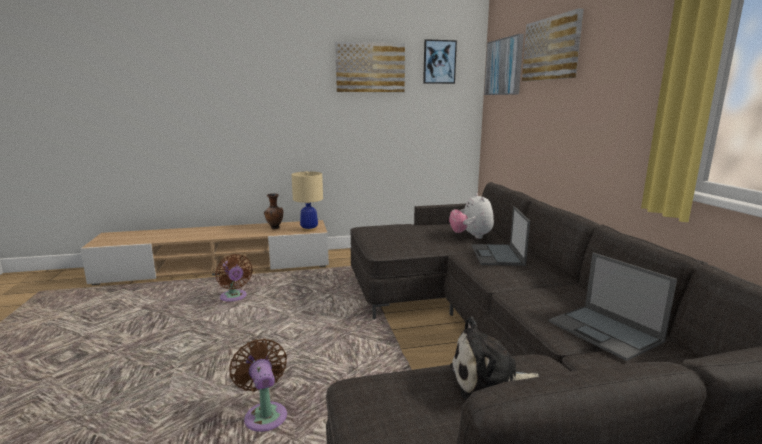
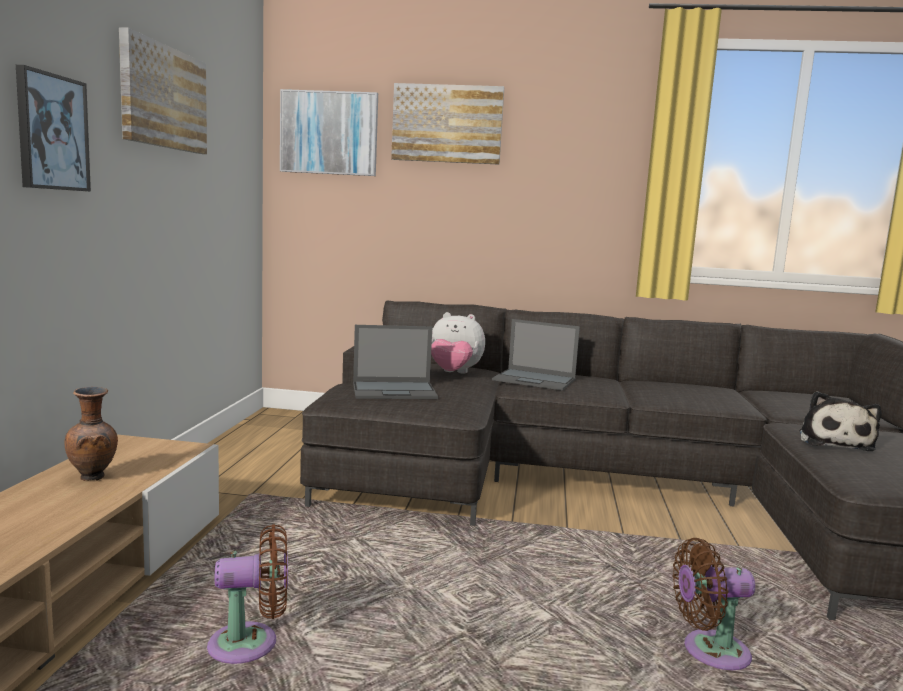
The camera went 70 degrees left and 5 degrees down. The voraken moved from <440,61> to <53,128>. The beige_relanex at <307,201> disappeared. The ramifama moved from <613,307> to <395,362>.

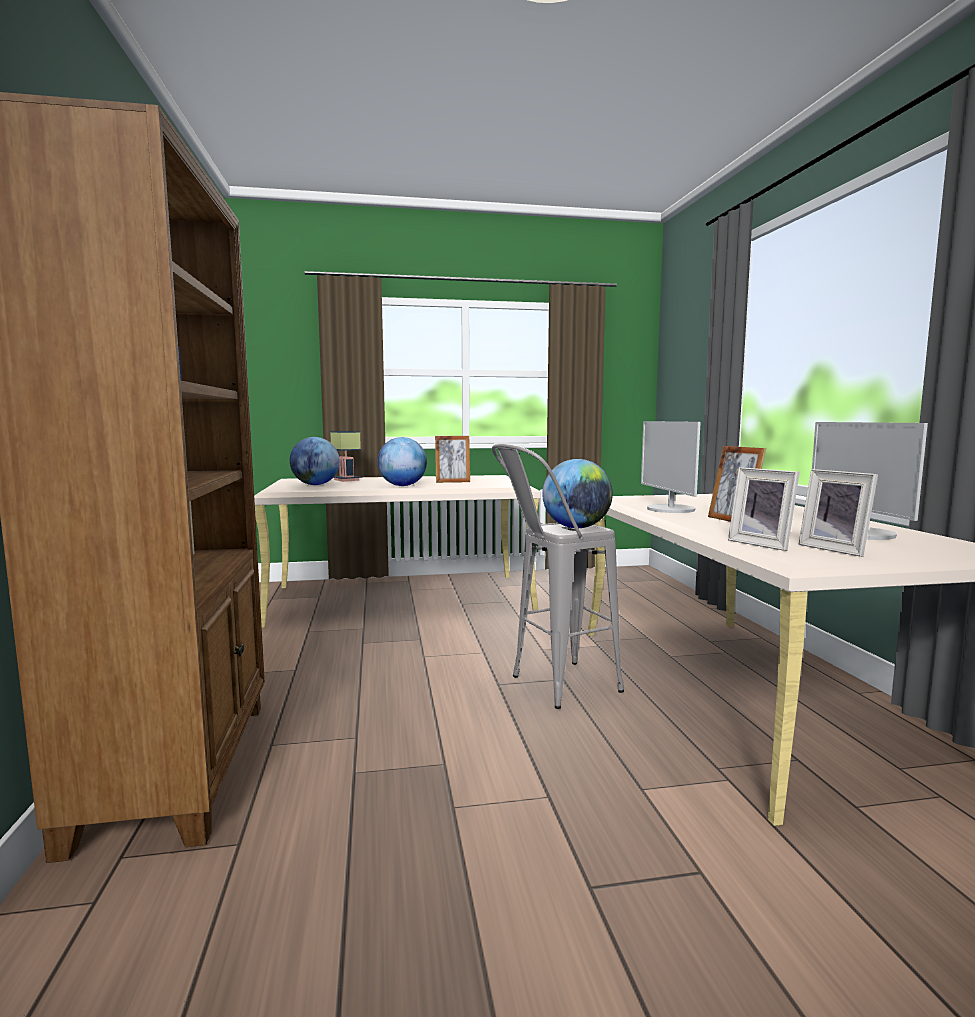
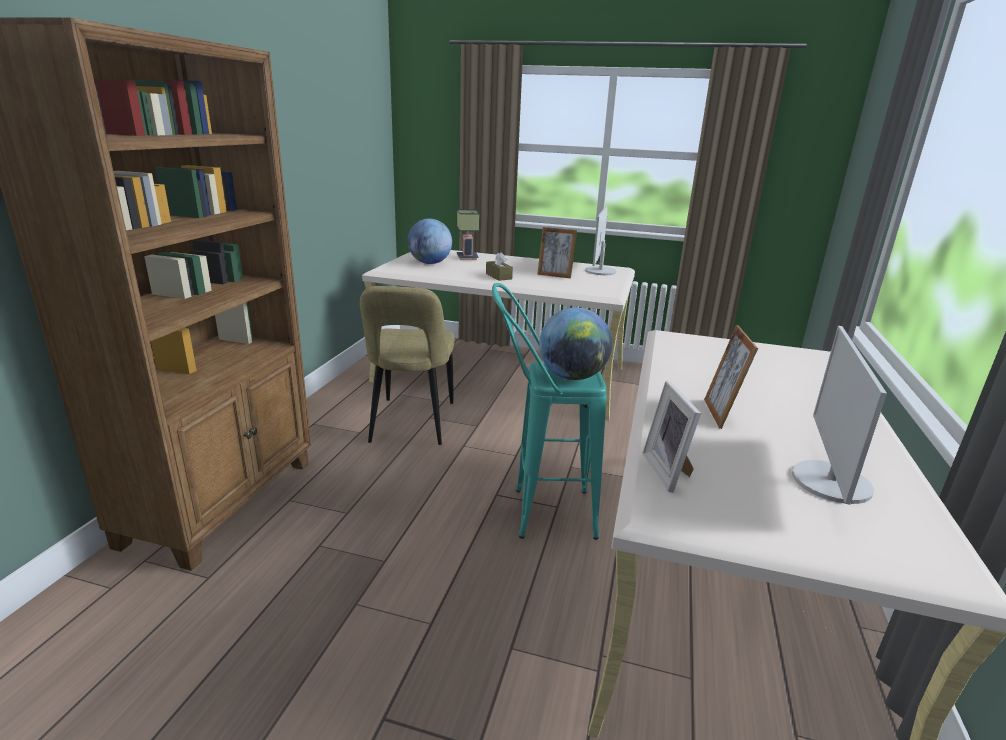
The camera went 25 degrees right and 15 degrees up. The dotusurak moved from <671,467> to <601,240>. The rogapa at <402,461> was replaced by the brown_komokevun at <499,266>. The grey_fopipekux at <558,576> became the turquoise_fopipekux at <549,411>. The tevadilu at <838,513> disappeared. The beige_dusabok at <407,365> appeared.

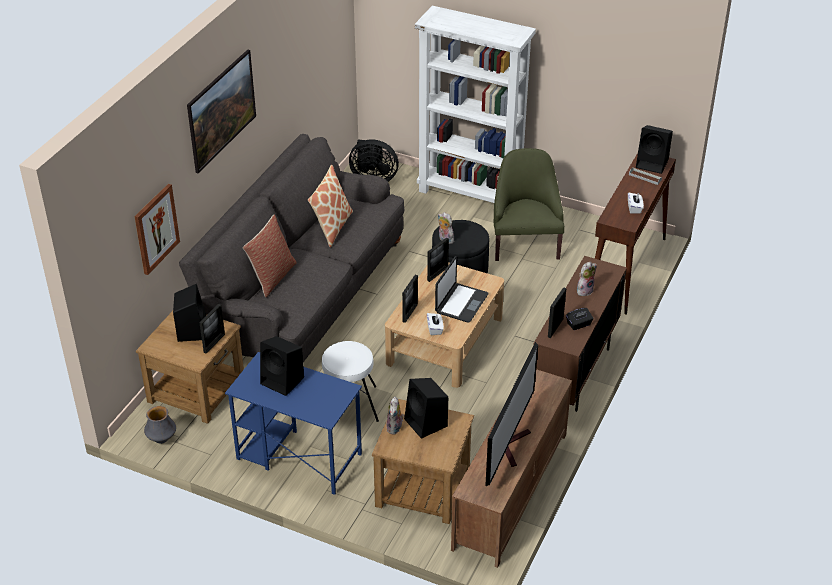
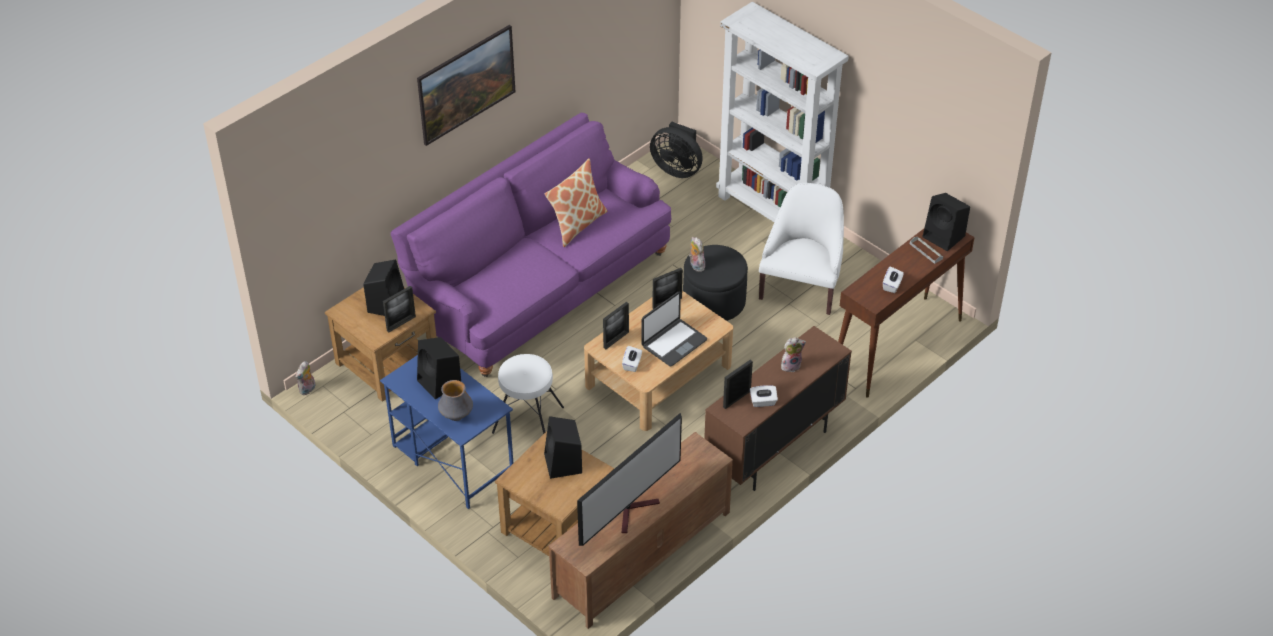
The camera went 20 degrees right and 5 degrees up. The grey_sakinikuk at <291,248> became the purple_sakinikuk at <531,245>. The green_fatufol at <529,204> became the white_fatufol at <801,249>. The voraken at <157,229> disappeared. The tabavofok at <270,255> disappeared. The black_komokevun at <579,319> became the white_komokevun at <764,396>. The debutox moved from <395,416> to <305,378>. The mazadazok moved from <160,425> to <455,400>.

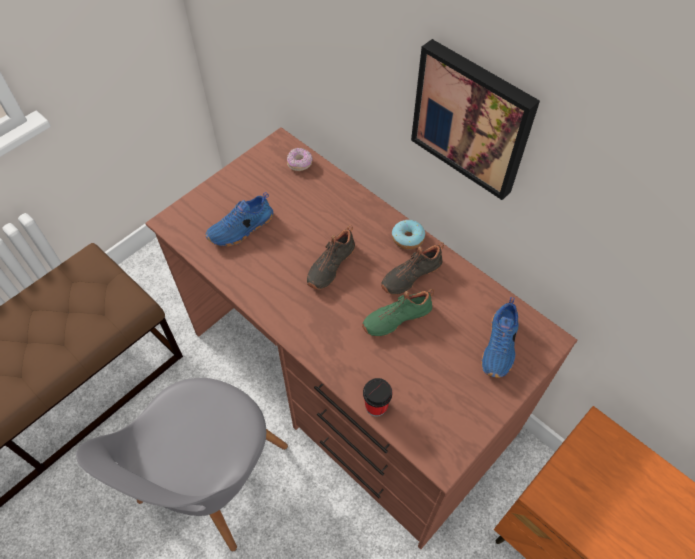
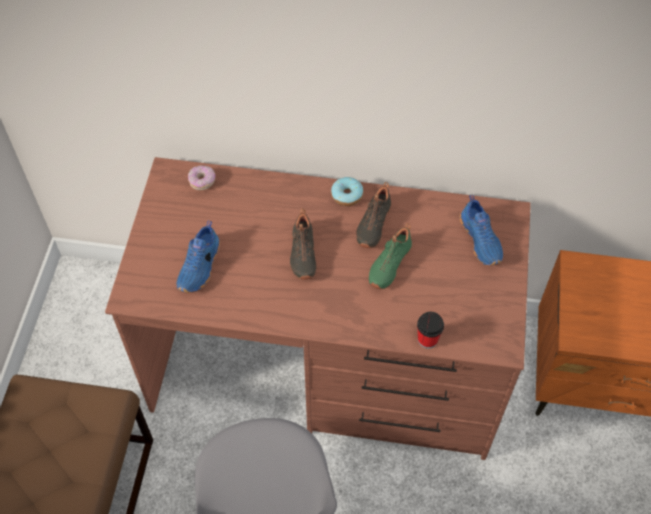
The camera went 35 degrees left and 0 degrees up. The voraken at <475,119> disappeared.

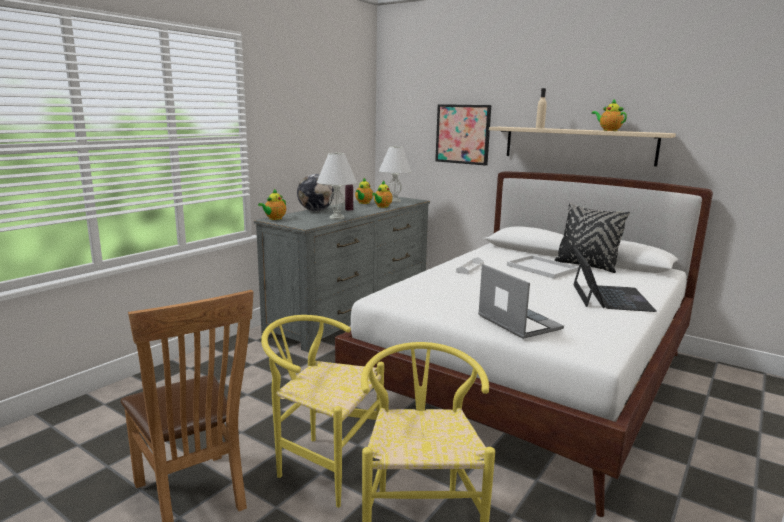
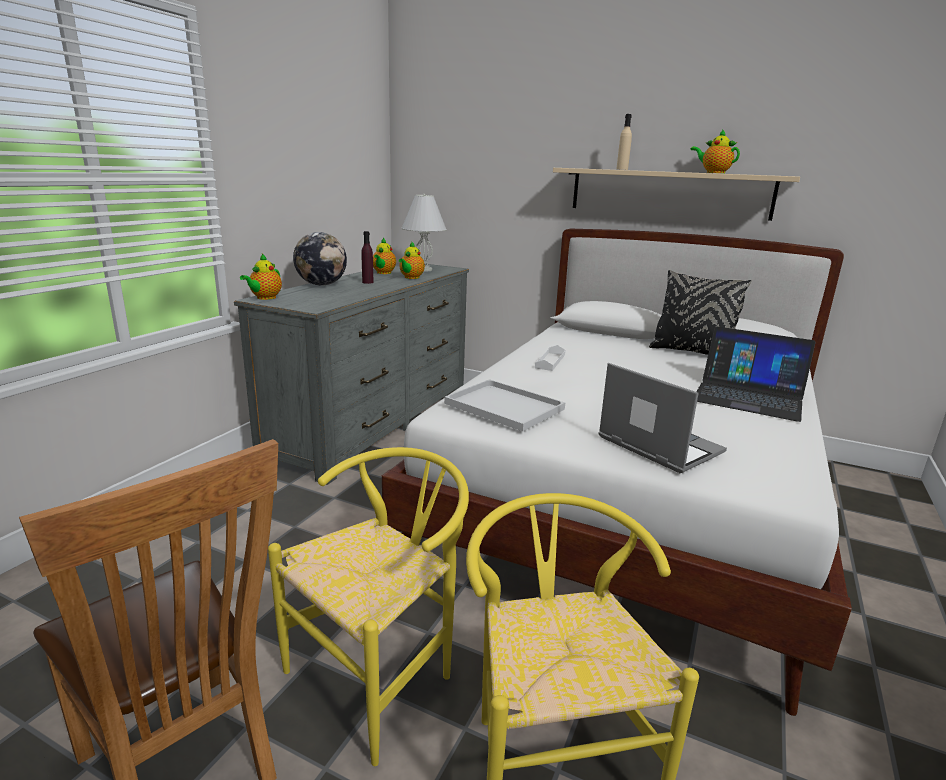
The camera went 10 degrees left and 5 degrees up. The voraken at <463,135> disappeared. The white_relanex at <337,186> disappeared. The ramifama at <615,279> turned 120 degrees clockwise. The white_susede moved from <543,267> to <504,405>. The yellow_dusabok at <322,411> turned 120 degrees clockwise.

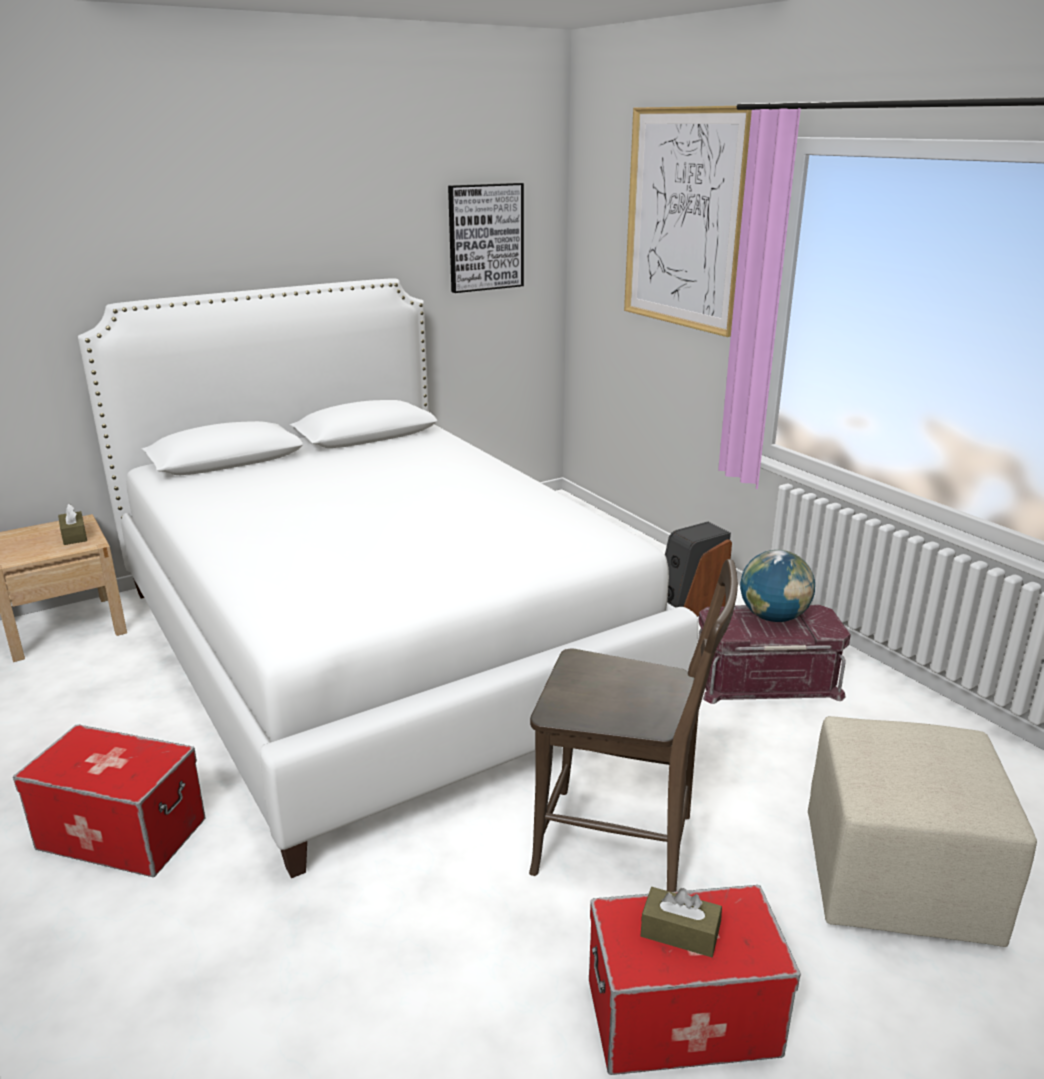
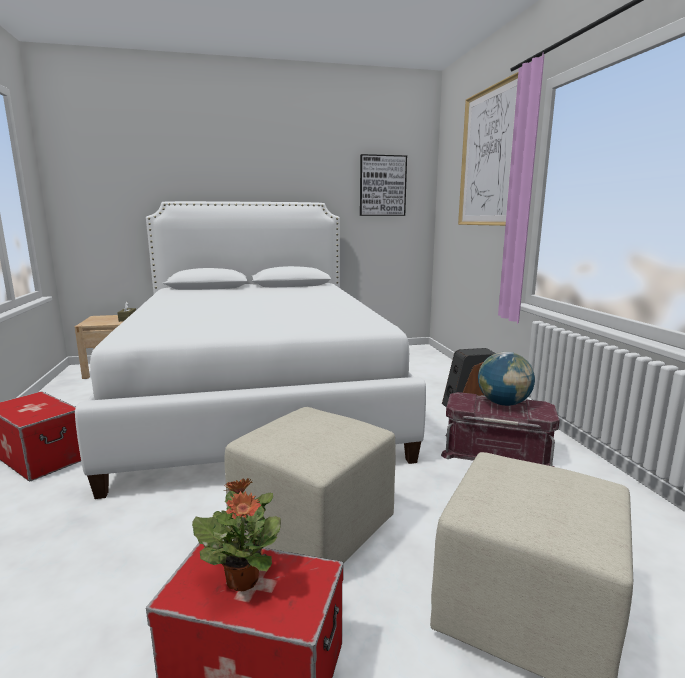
The camera went 20 degrees right and 10 degrees down. The brown_dusabok at <633,725> was replaced by the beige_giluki at <310,485>. The brown_komokevun at <681,922> was replaced by the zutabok at <236,534>.

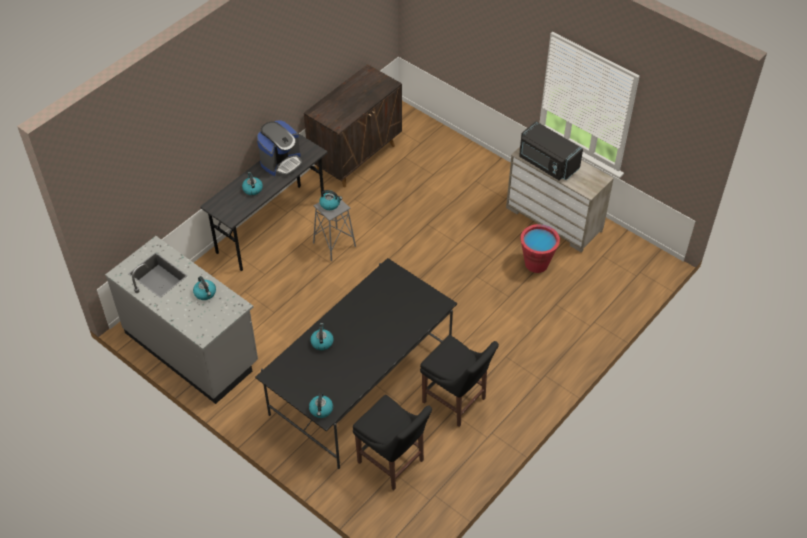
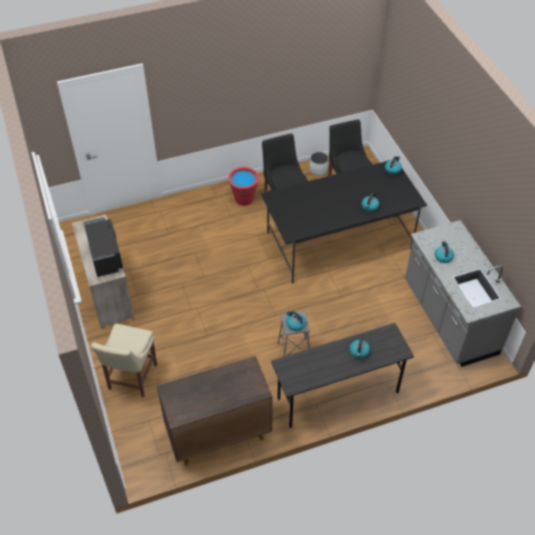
The camera went 150 degrees left and 0 degrees up. The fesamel at <279,148> disappeared. The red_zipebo moved from <540,248> to <243,186>. The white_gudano at <319,163> appeared. The beige_dusabok at <124,360> appeared.

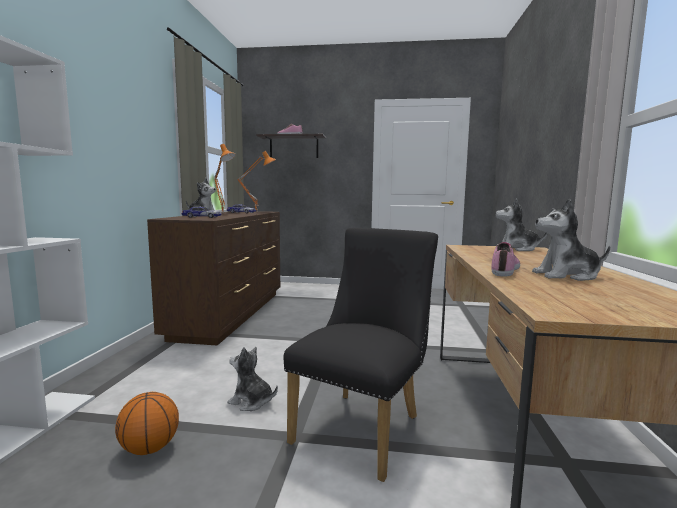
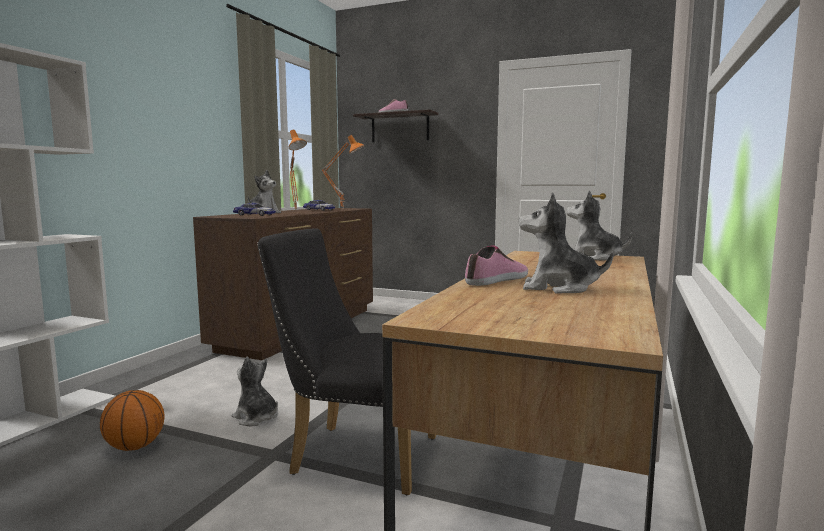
The camera went 15 degrees right and 0 degrees up. The black_dusabok at <361,355> turned 120 degrees counterclockwise.

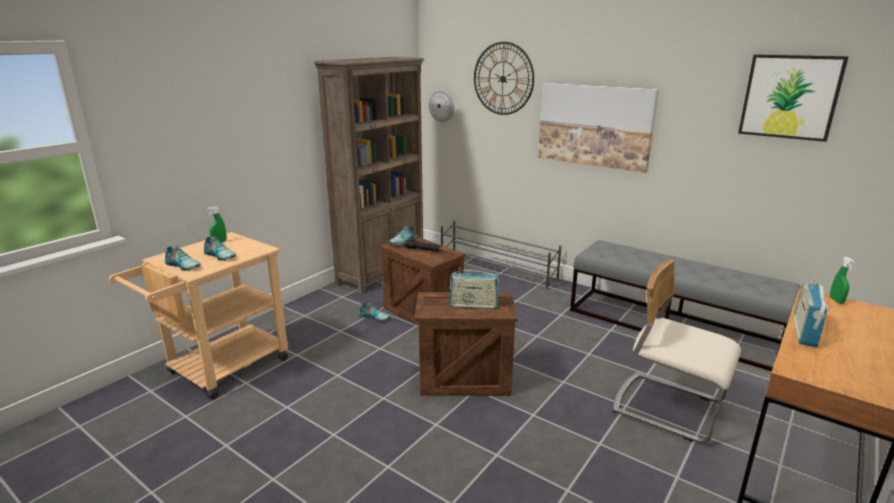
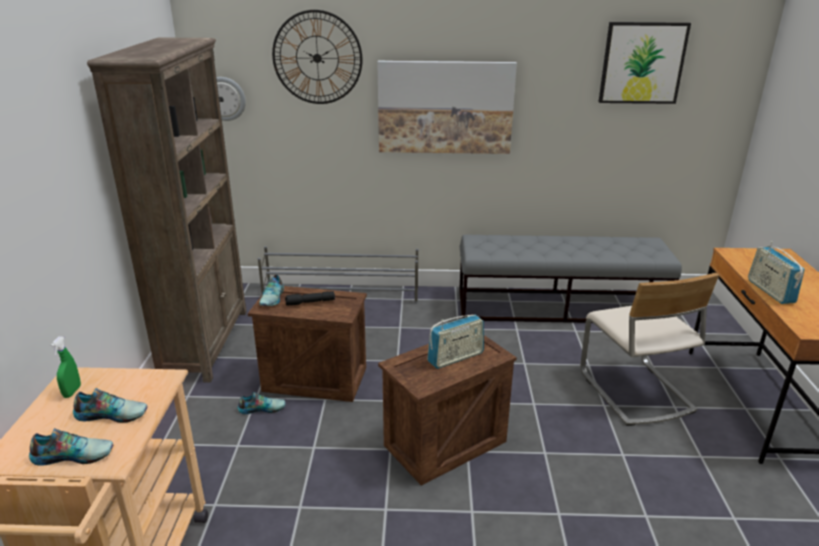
The camera went 35 degrees left and 5 degrees up. The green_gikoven at <842,280> disappeared. The beige_dusabok at <677,351> turned 105 degrees counterclockwise.

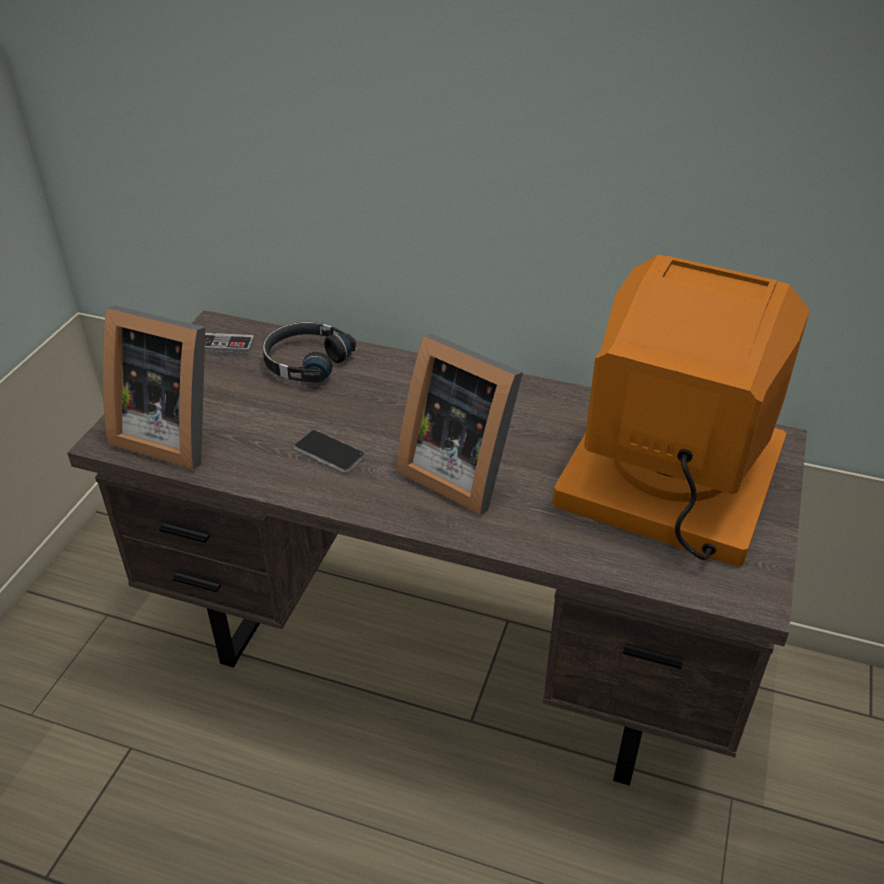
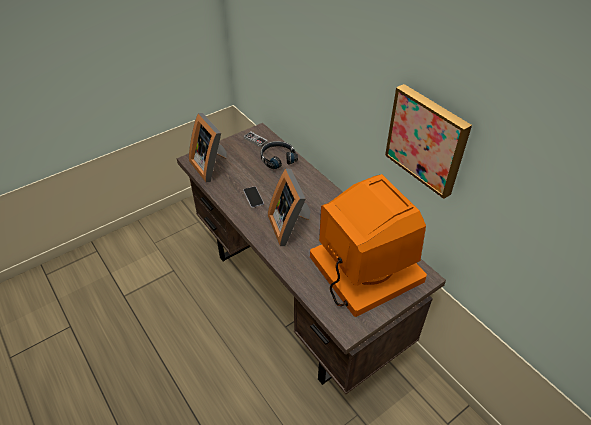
The camera went 35 degrees right and 5 degrees up. The voraken at <428,141> appeared.

